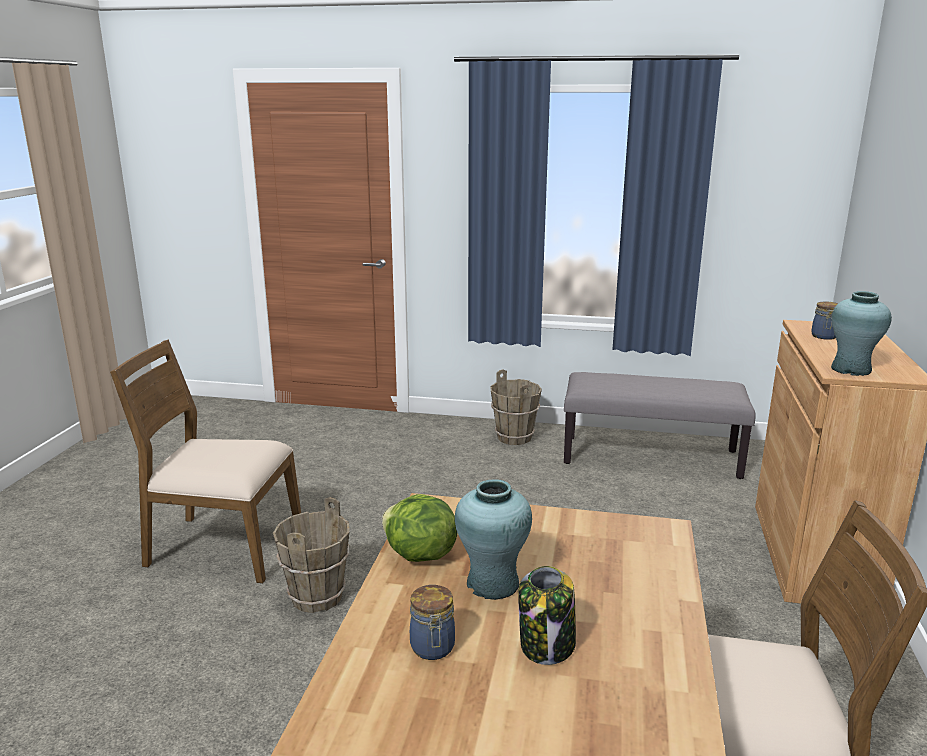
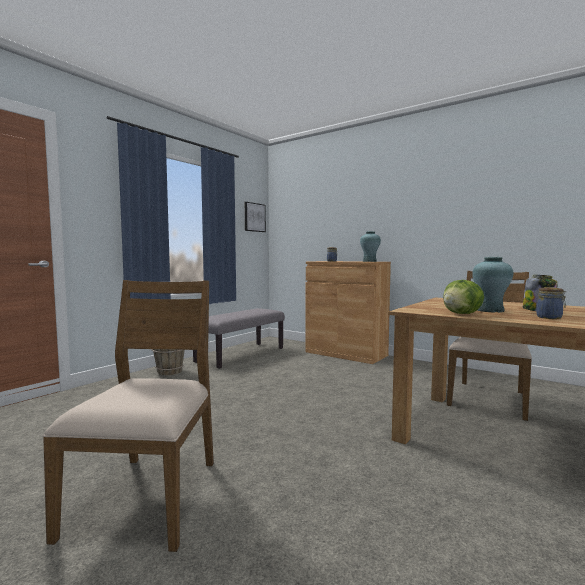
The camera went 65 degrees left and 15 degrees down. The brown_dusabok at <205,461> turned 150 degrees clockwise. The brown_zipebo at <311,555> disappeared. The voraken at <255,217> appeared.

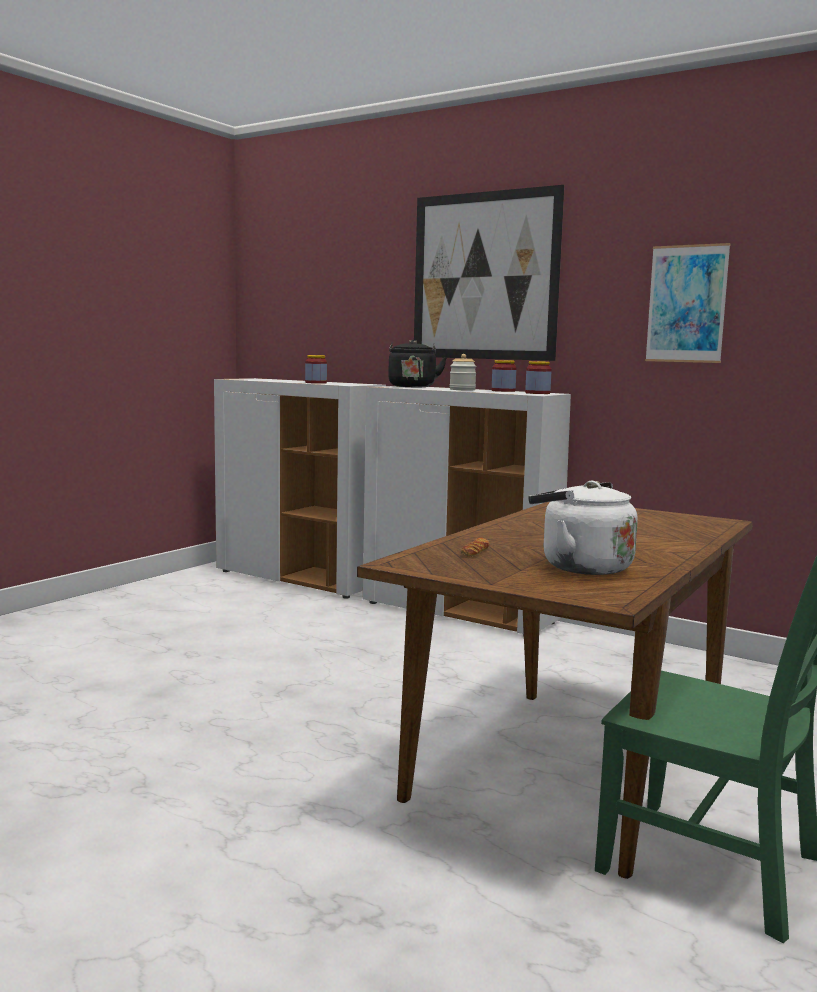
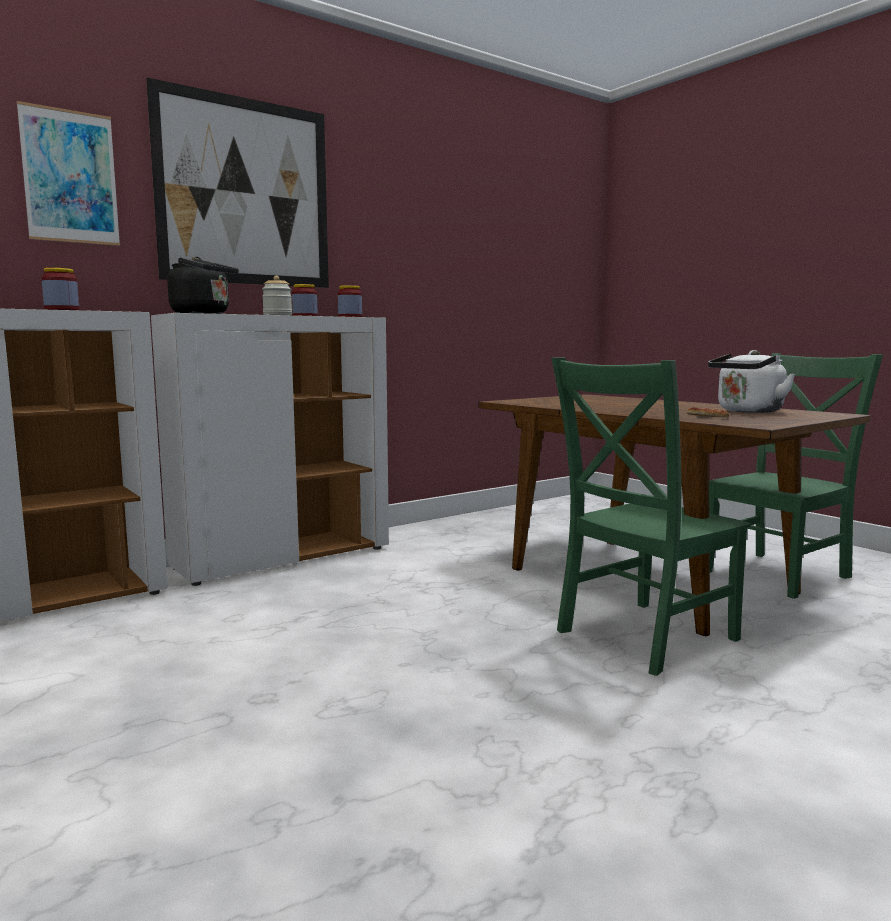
The camera went 70 degrees left and 0 degrees up. The voraken moved from <688,303> to <68,173>. The green_dusabok at <651,516> appeared.

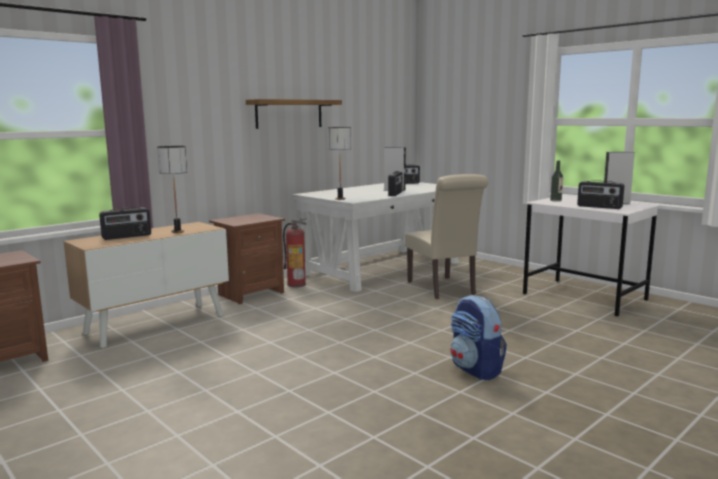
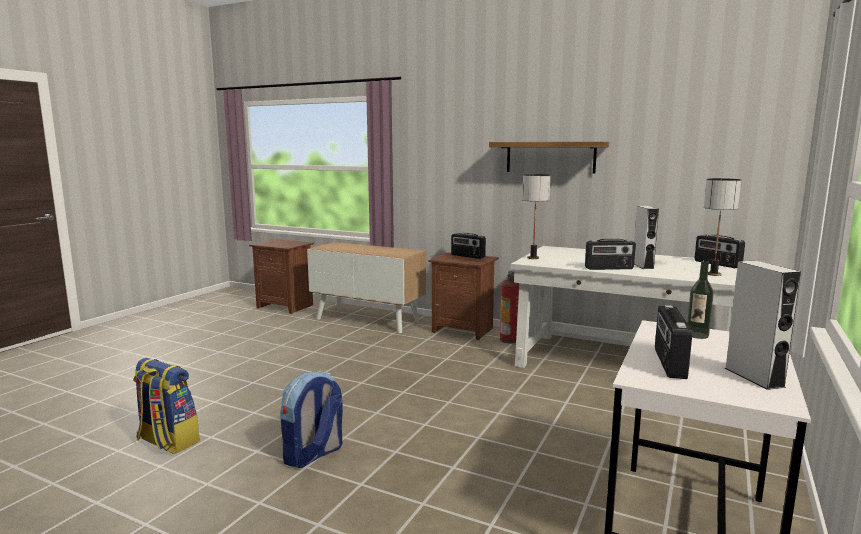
The camera went 70 degrees right and 0 degrees up. The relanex moved from <172,189> to <722,227>. The beige_dusabok at <446,236> disappeared. The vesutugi moved from <125,223> to <468,246>. The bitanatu at <166,406> appeared.

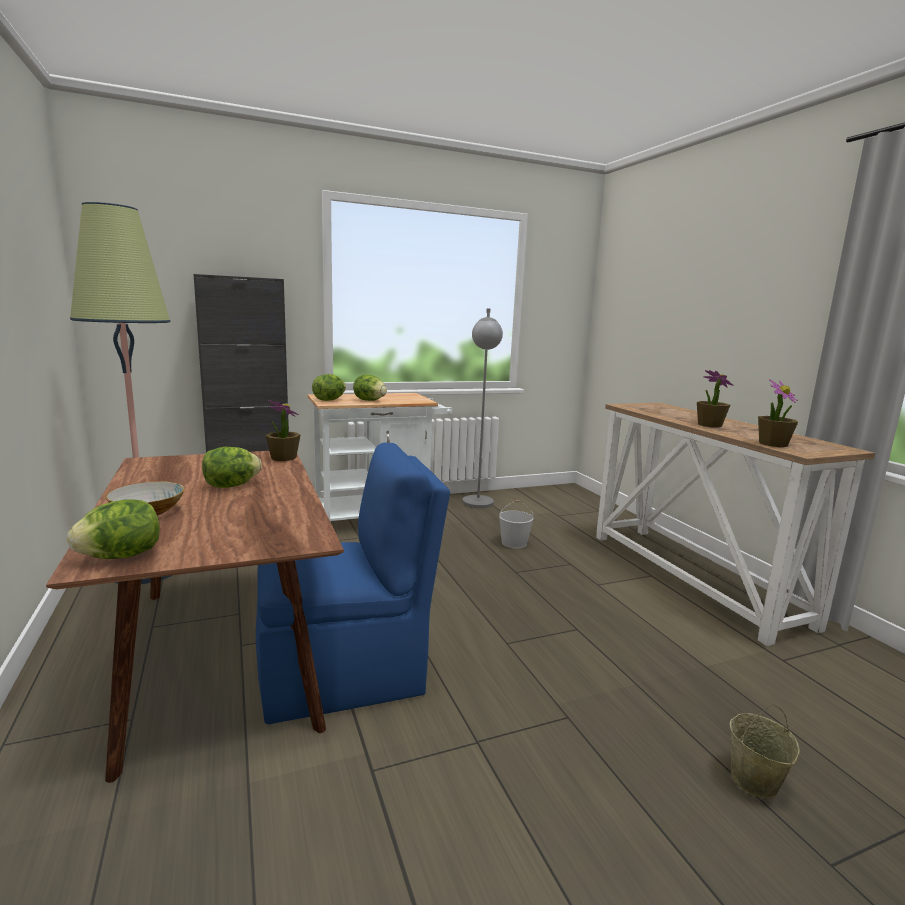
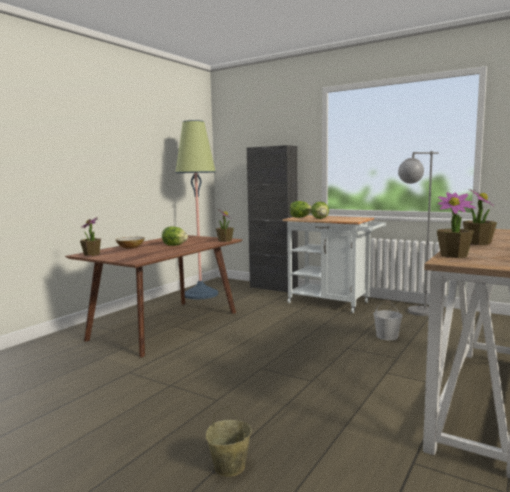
The camera went 55 degrees right and 5 degrees down. The blue_dusabok at <353,583> disappeared. The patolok at <113,529> was replaced by the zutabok at <90,236>.

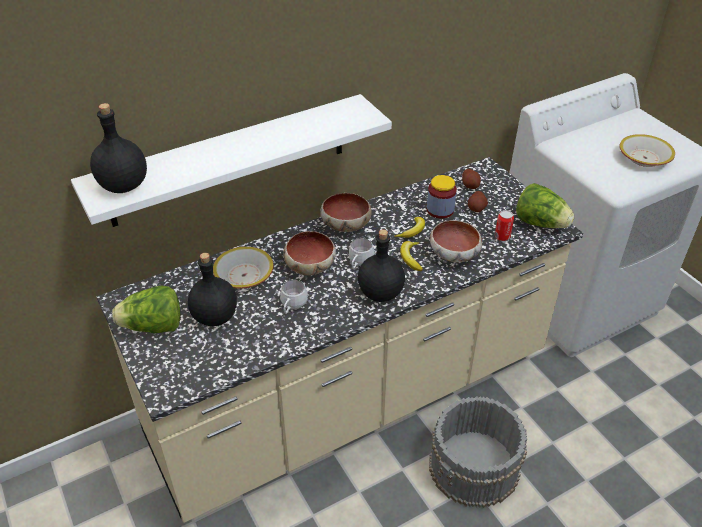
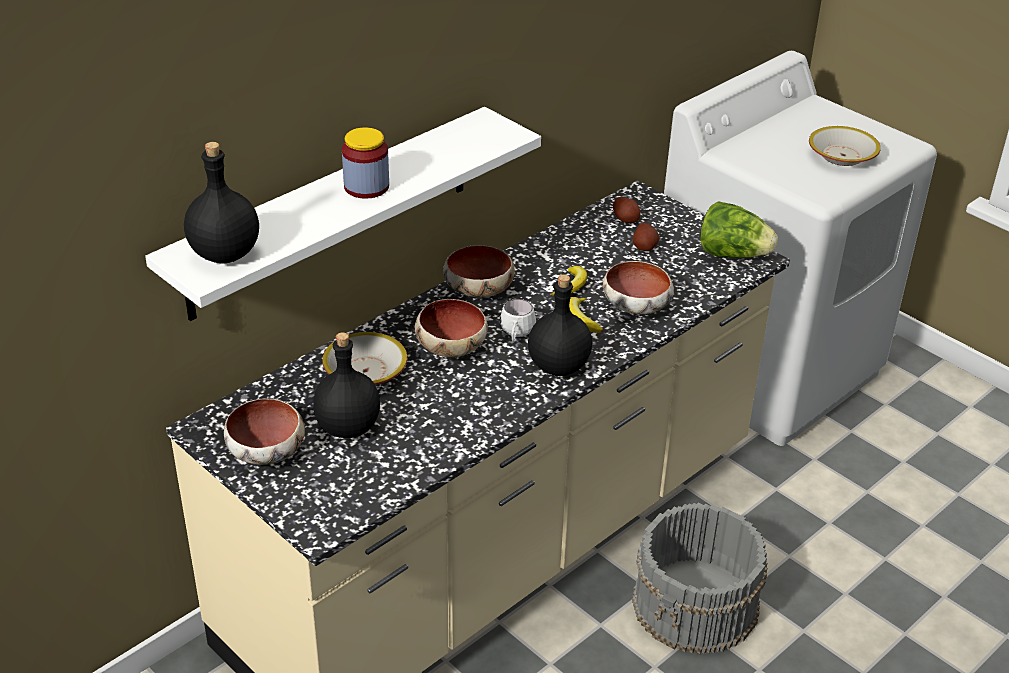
The camera went 15 degrees left and 5 degrees down. The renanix moved from <442,197> to <365,163>. The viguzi at <504,225> disappeared. The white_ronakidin at <294,297> disappeared. The patolok at <146,309> was replaced by the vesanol at <264,431>.

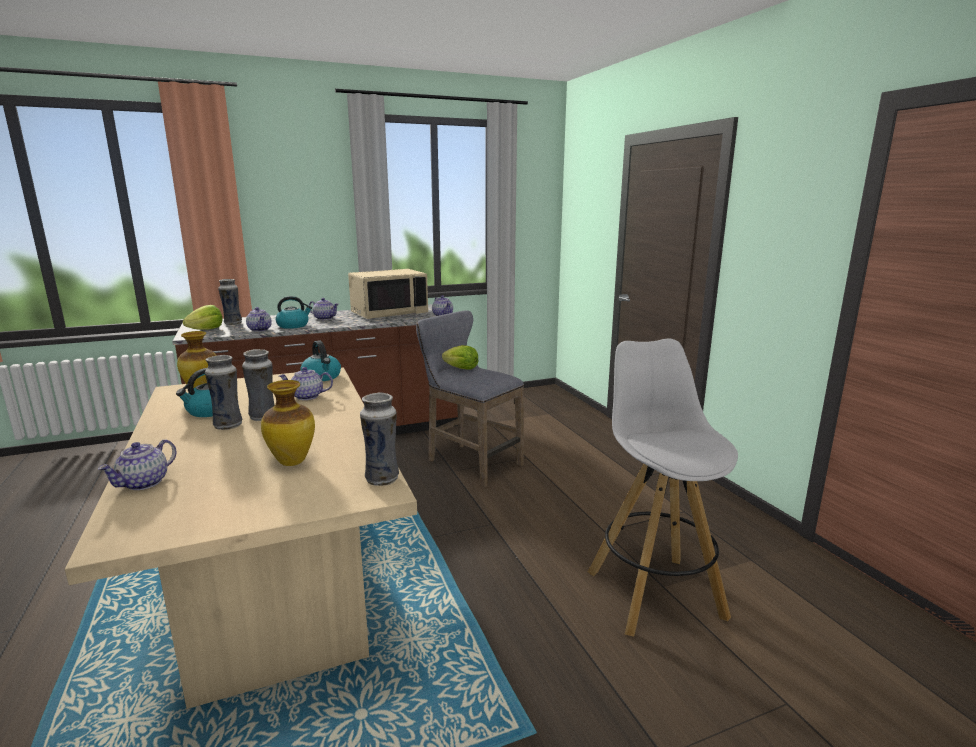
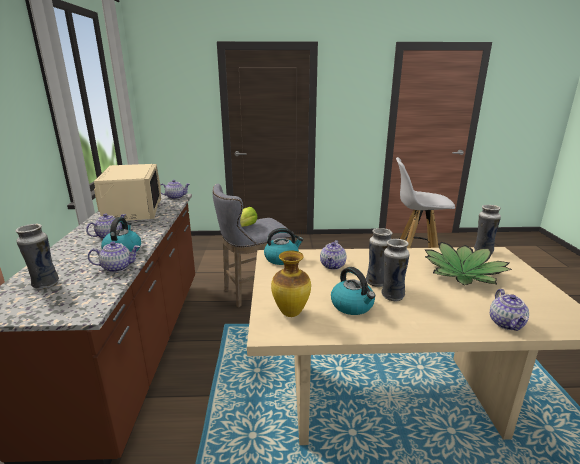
The camera went 70 degrees left and 5 degrees up. The patolok at <202,317> disappeared. The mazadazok at <288,423> was replaced by the zutabok at <468,263>. The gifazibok at <137,464> turned 45 degrees clockwise.

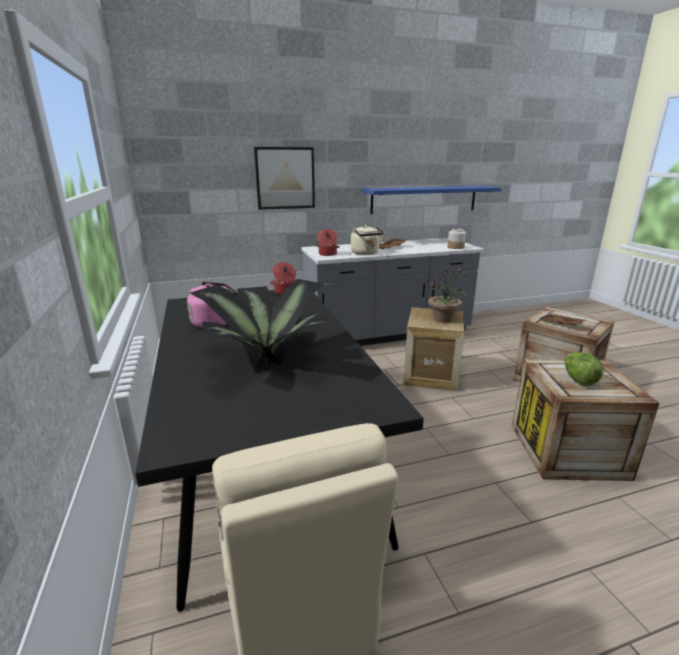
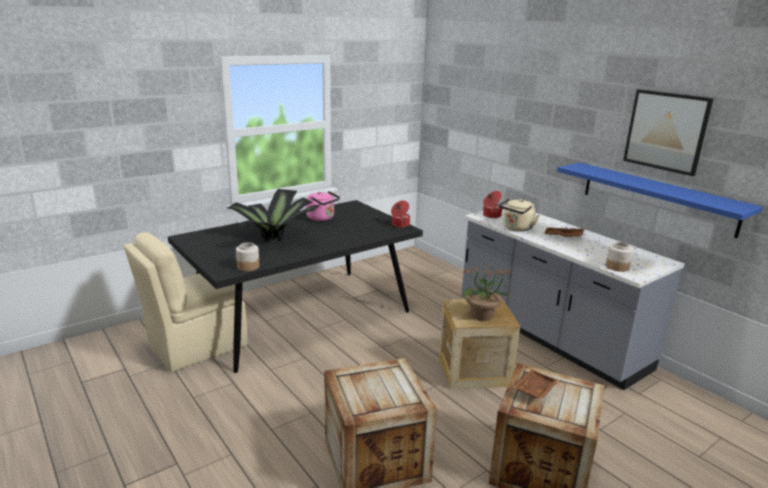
The camera went 70 degrees right and 0 degrees up. The voraken moved from <284,178> to <668,132>. The patolok at <584,369> disappeared. The renanix at <248,256> appeared.

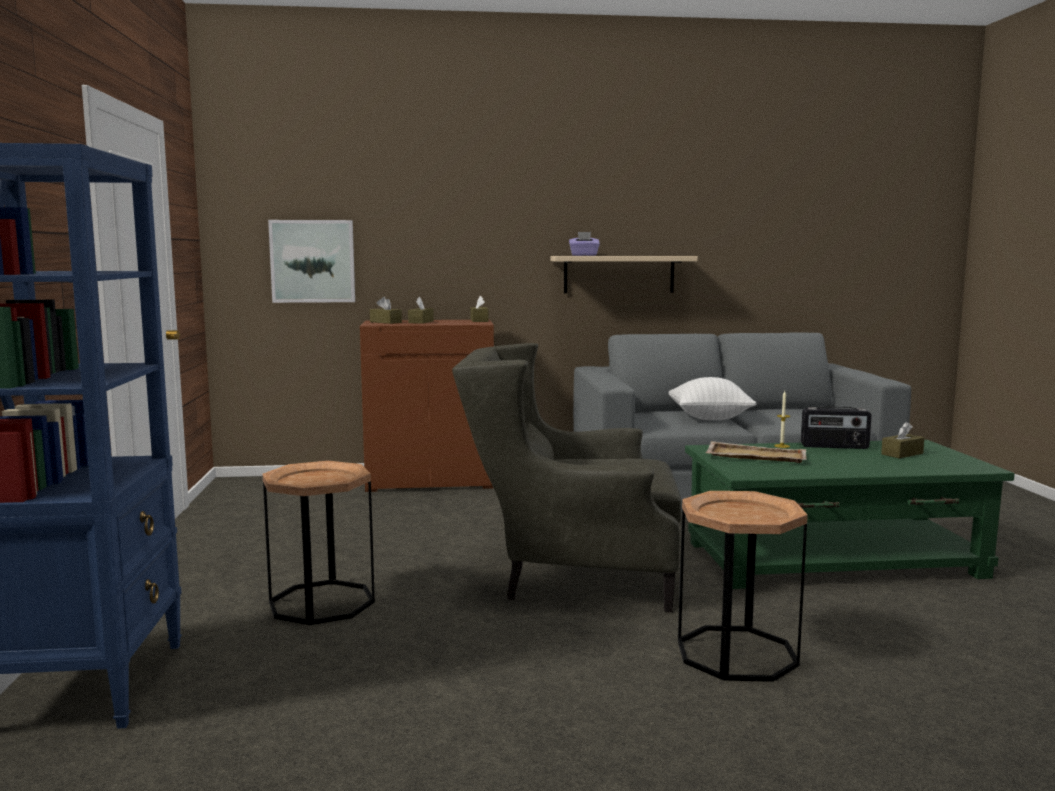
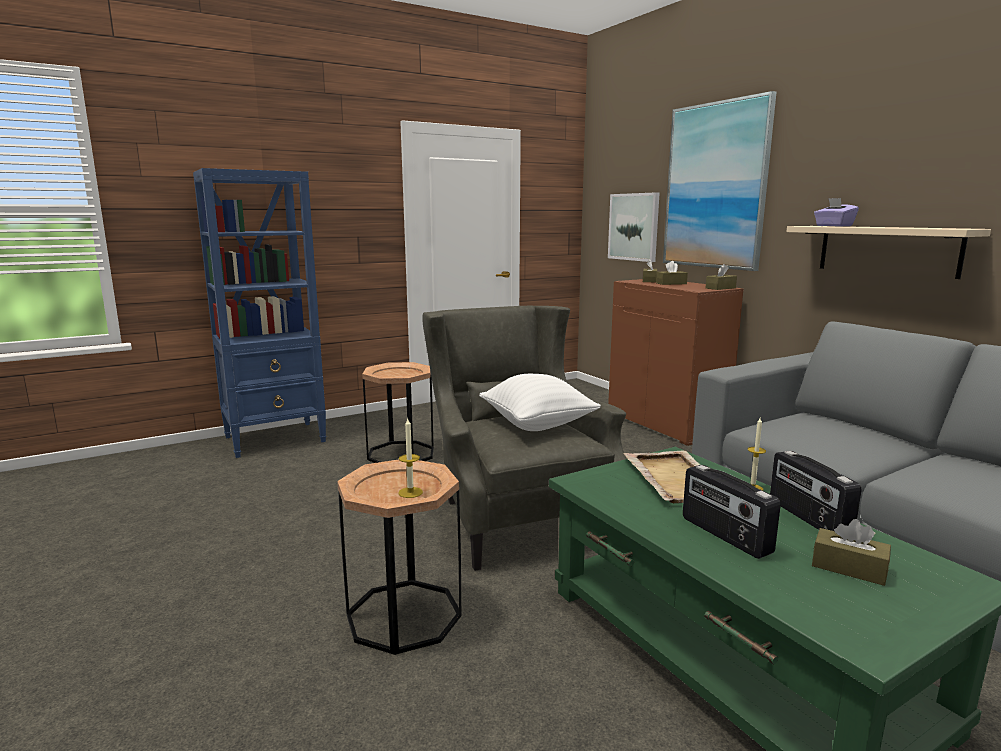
The camera went 65 degrees right and 5 degrees up. The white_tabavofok moved from <713,398> to <540,402>. The voraken at <719,181> appeared. The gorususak at <410,458> appeared. The vesutugi at <732,512> appeared.

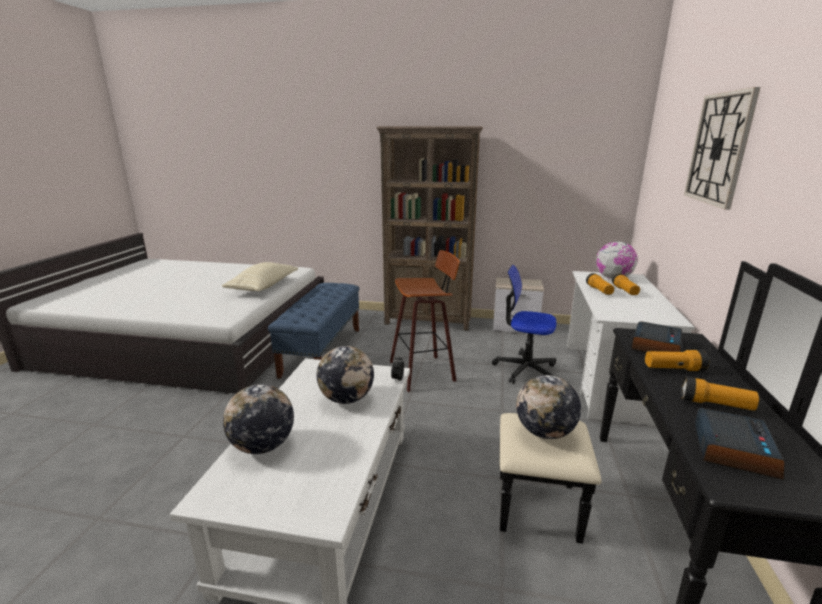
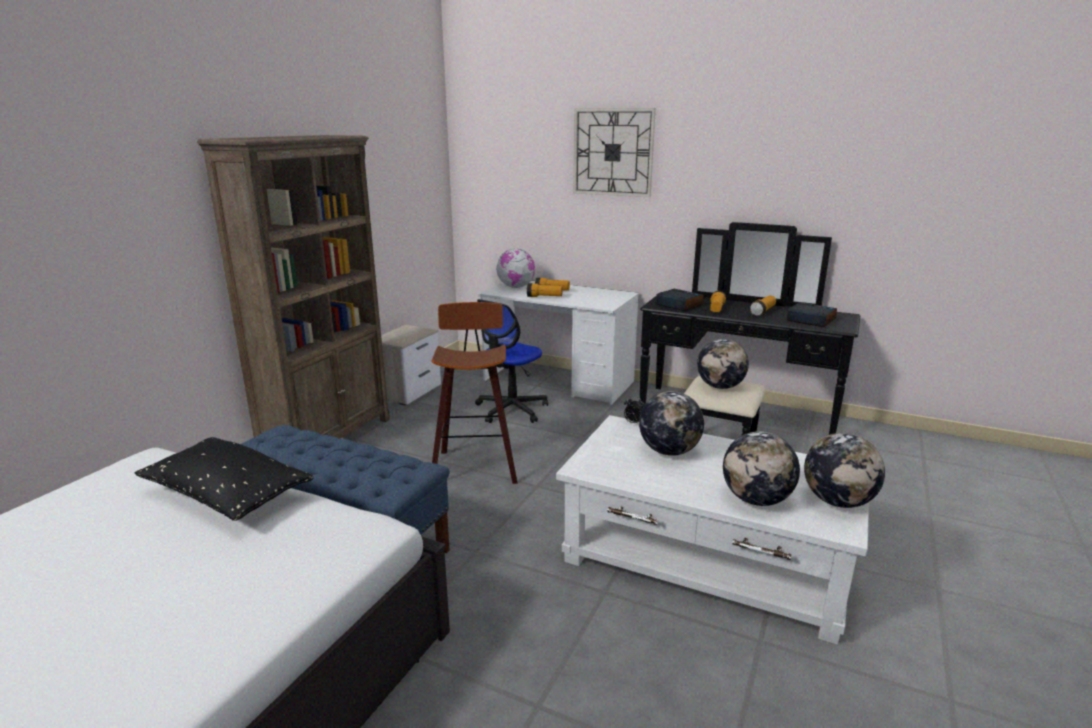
The camera went 75 degrees left and 0 degrees up. The beige_tabavofok at <260,277> became the black_tabavofok at <224,479>. The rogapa at <844,470> appeared.

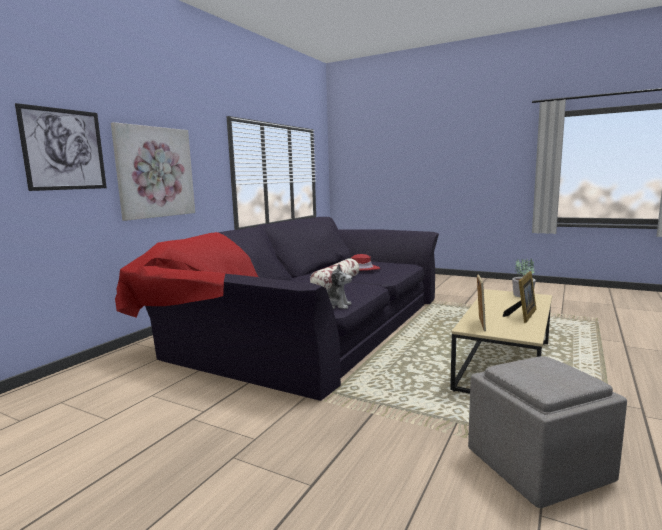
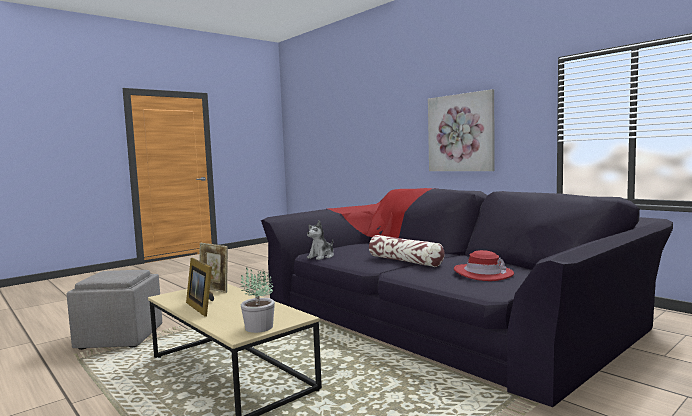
The camera went 110 degrees right and 5 degrees down. The voraken at <61,147> disappeared.

